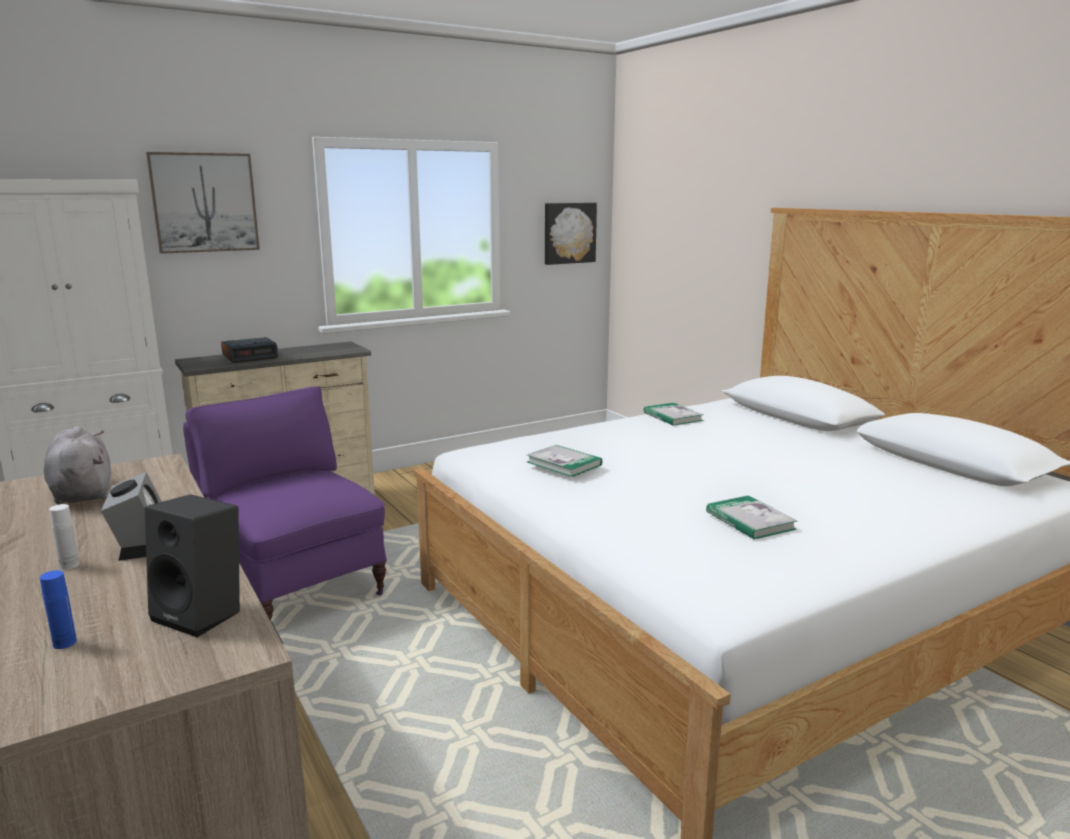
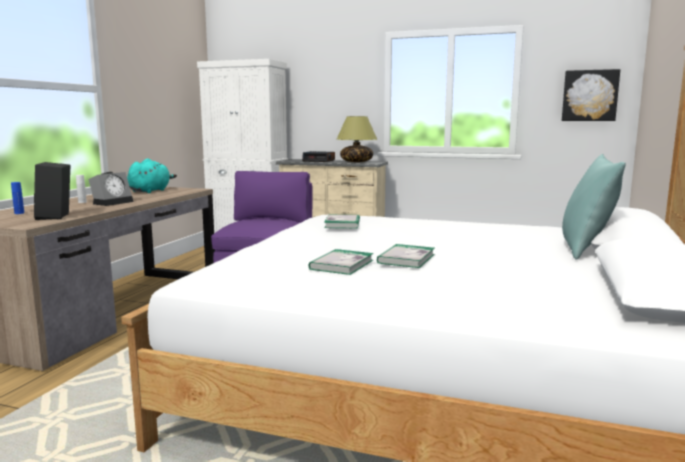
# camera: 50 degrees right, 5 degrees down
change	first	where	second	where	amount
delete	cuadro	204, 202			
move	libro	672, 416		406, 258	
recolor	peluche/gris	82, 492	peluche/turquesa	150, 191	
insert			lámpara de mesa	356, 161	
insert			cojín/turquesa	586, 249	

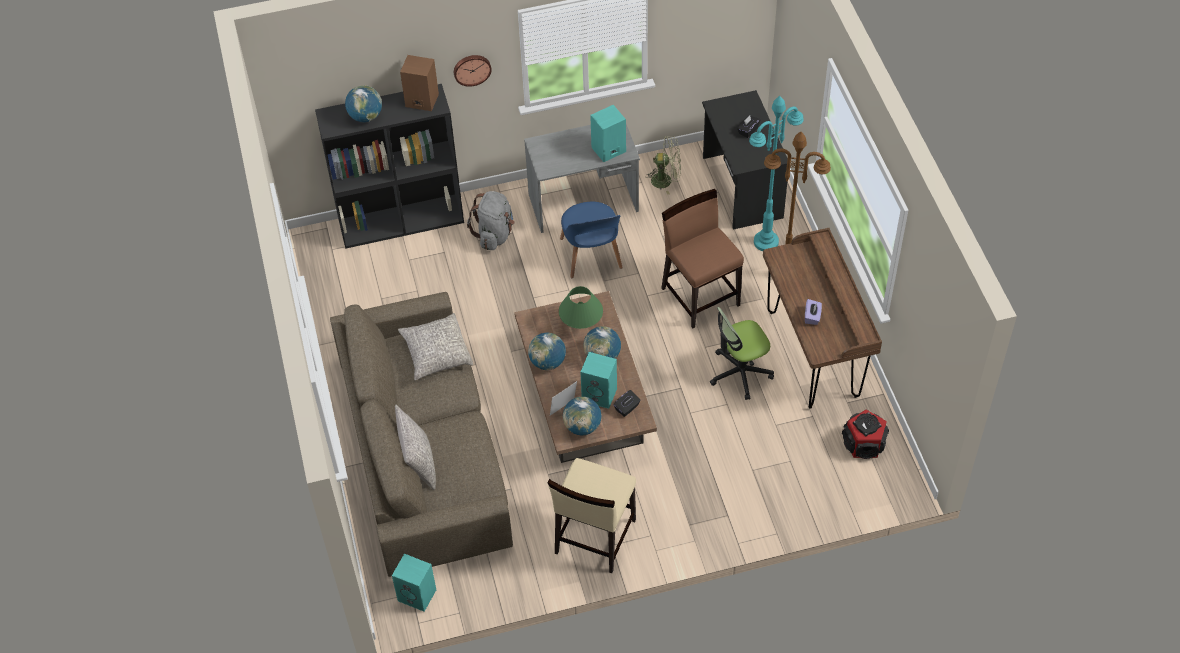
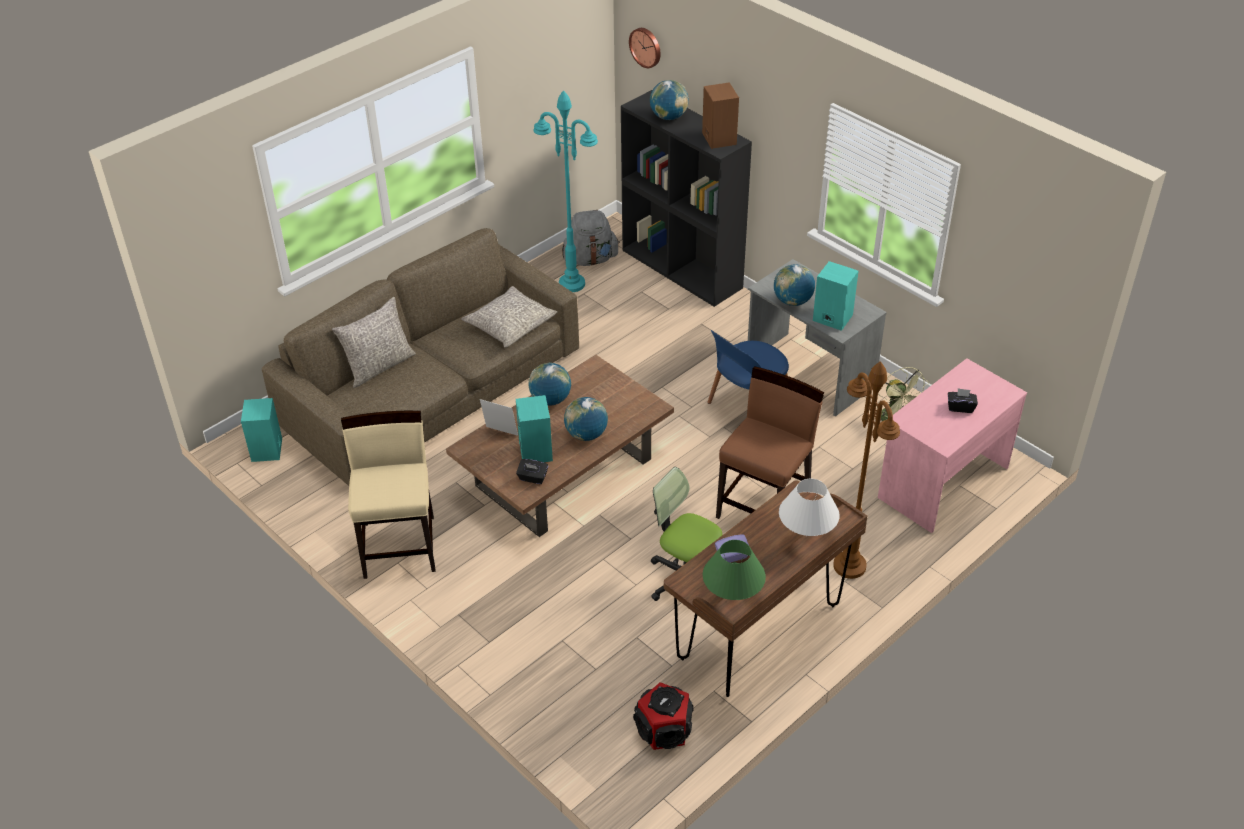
# camera: 60 degrees right, 10 degrees down
change	first	where	second	where	amount
move	reloj de pared	472, 69		646, 47	
recolor	escritorio/negro	741, 188	escritorio/rosa	941, 482	
move	lámpara de pie/turquesa	765, 242		571, 284	
move	mochila/gris	495, 234		590, 259	
move	lámpara de mesa/verde	581, 325		732, 597	
move	globo terráqueo	582, 426		792, 301	
rotate	silla/beis	594, 537		400, 546	90 degrees clockwise
insert			lámpara de mesa/blanco	806, 535	

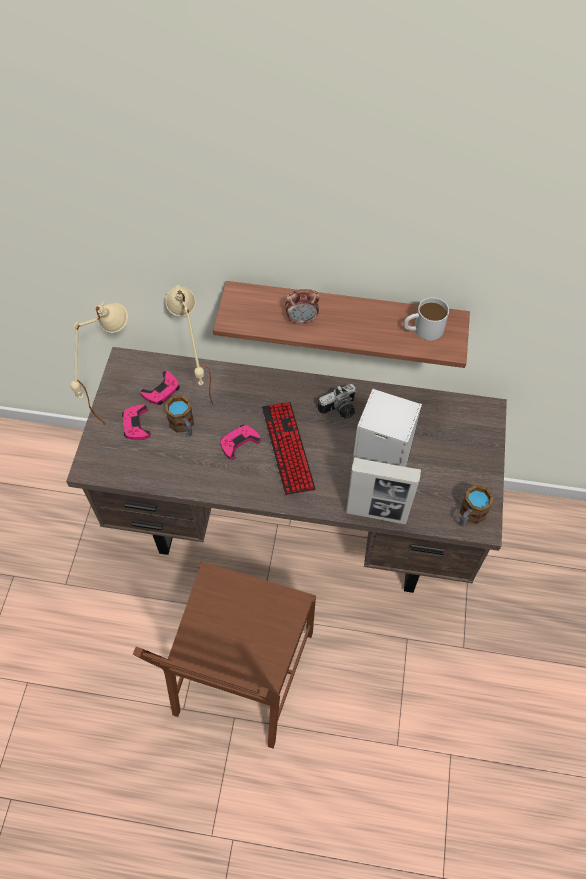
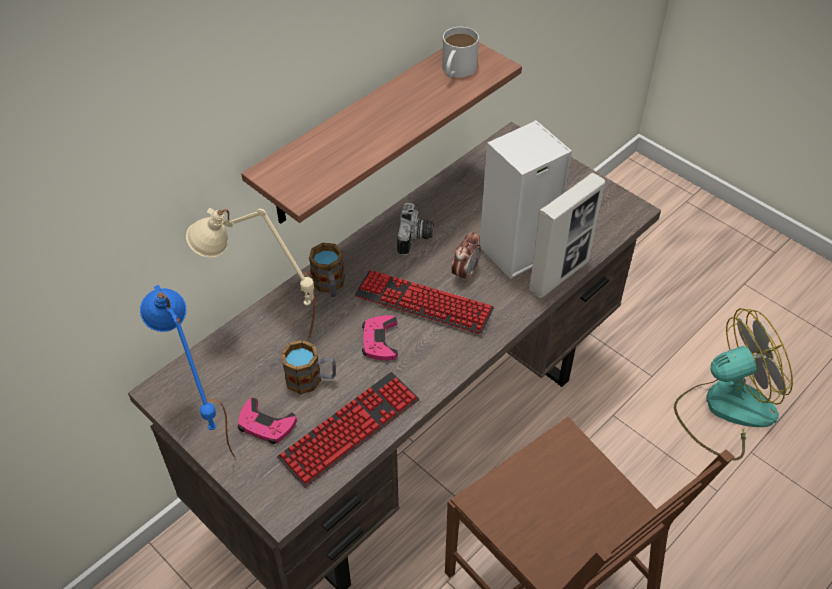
# camera: 55 degrees left, 10 degrees down
change	first	where	second	where	amount
move	despertador	302, 319		465, 273	
recolor	lámpara de mesa/beis	113, 397	lámpara de mesa/azul	204, 428	
delete	mando de consola/rosa	162, 391			
move	taza grande	469, 515		329, 285	
insert			ventilador	724, 409	
insert			teclado	350, 429	

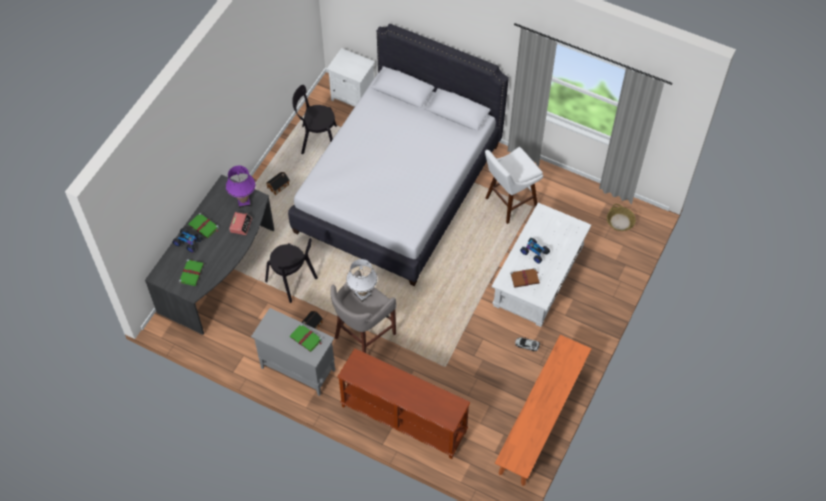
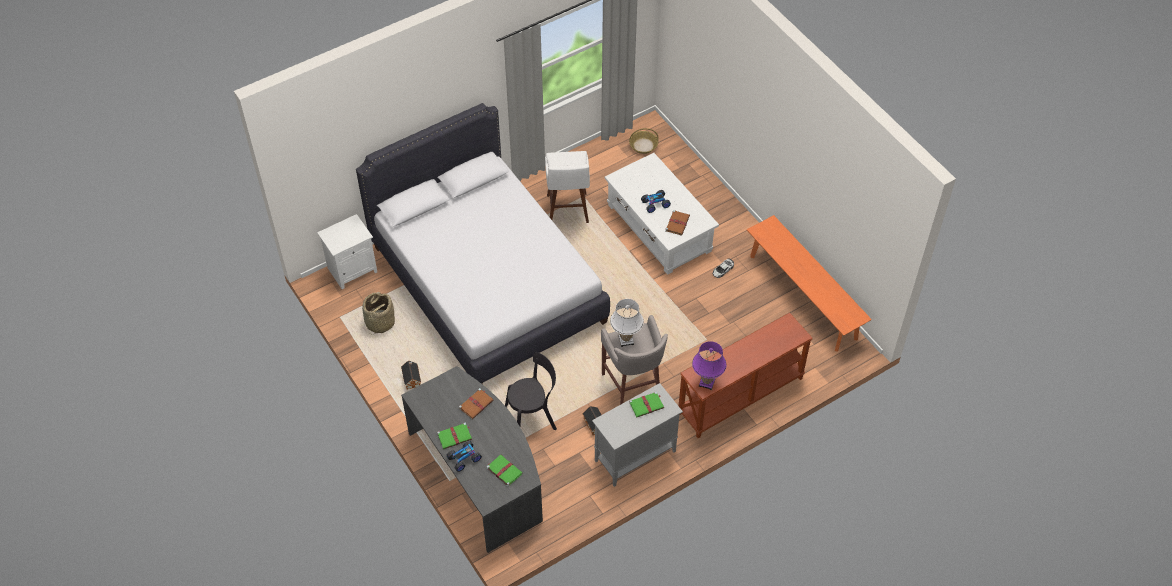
# camera: 60 degrees left, 5 degrees down
change	first	where	second	where	amount
replace	silla/negro	316, 139	cesta	380, 322	
move	lámpara de mesa/morado	244, 202		707, 383	
replace	despertador	241, 225	libro/marrón	476, 404	

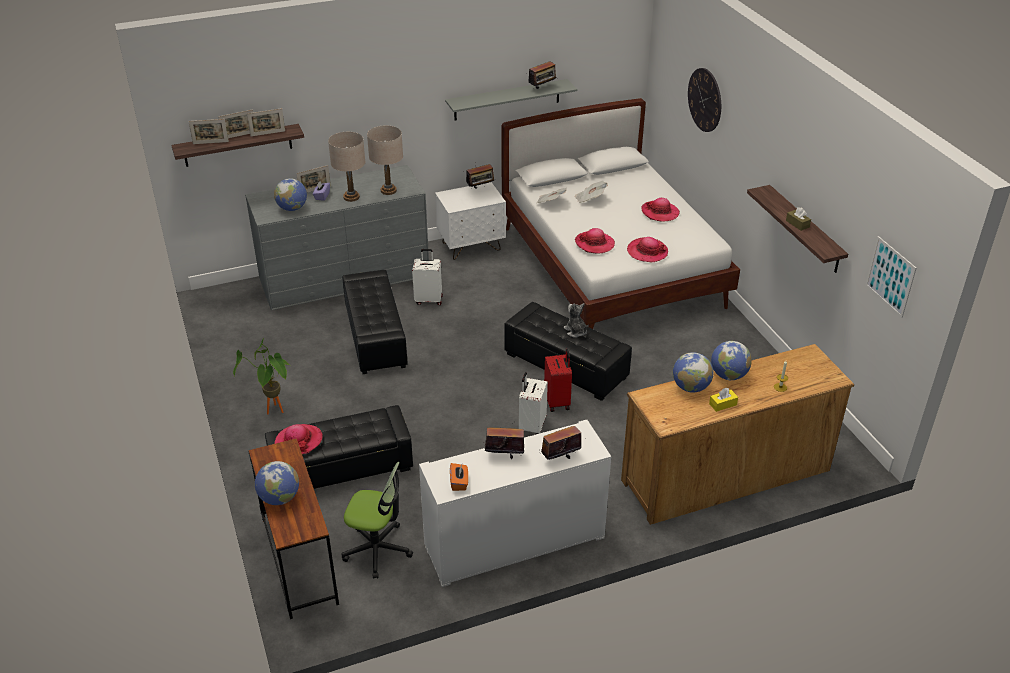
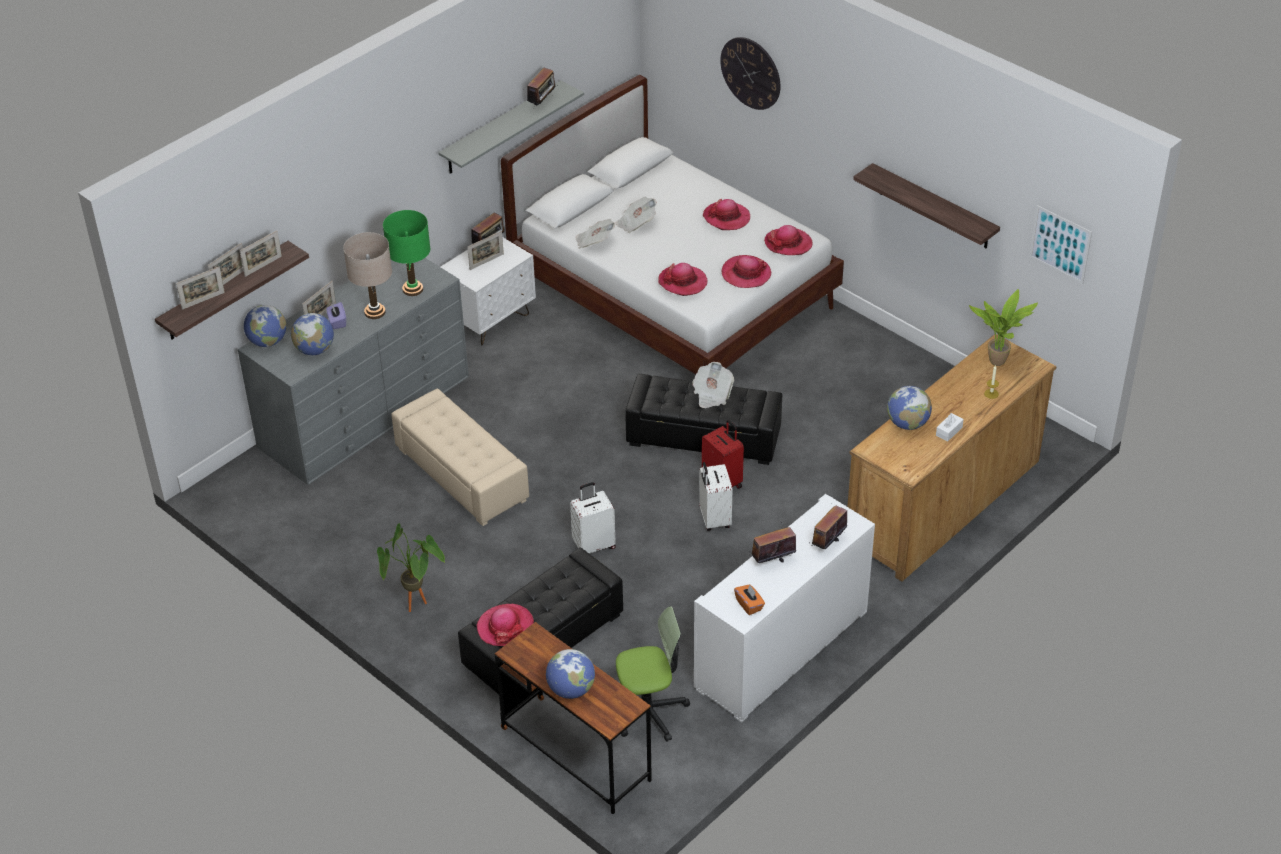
# camera: 25 degrees left, 5 degrees up
change	first	where	second	where	amount
recolor	lámpara de mesa/beis	388, 191	lámpara de mesa/verde	413, 289	
delete	caja de pañuelos/marrón	797, 224			
move	maleta/blanco	429, 299		594, 545	
recolor	puf/negro	376, 336	puf/beis	462, 474	
replace	peluche	576, 331	periódico	712, 394	
move	globo terráqueo	728, 375		267, 342	
recolor	caja de pañuelos/amarillo	722, 404	caja de pañuelos/blanco	949, 431	
insert			sombrero	788, 244	
insert			portarretratos	486, 262	
insert			planta en maceta	998, 363	

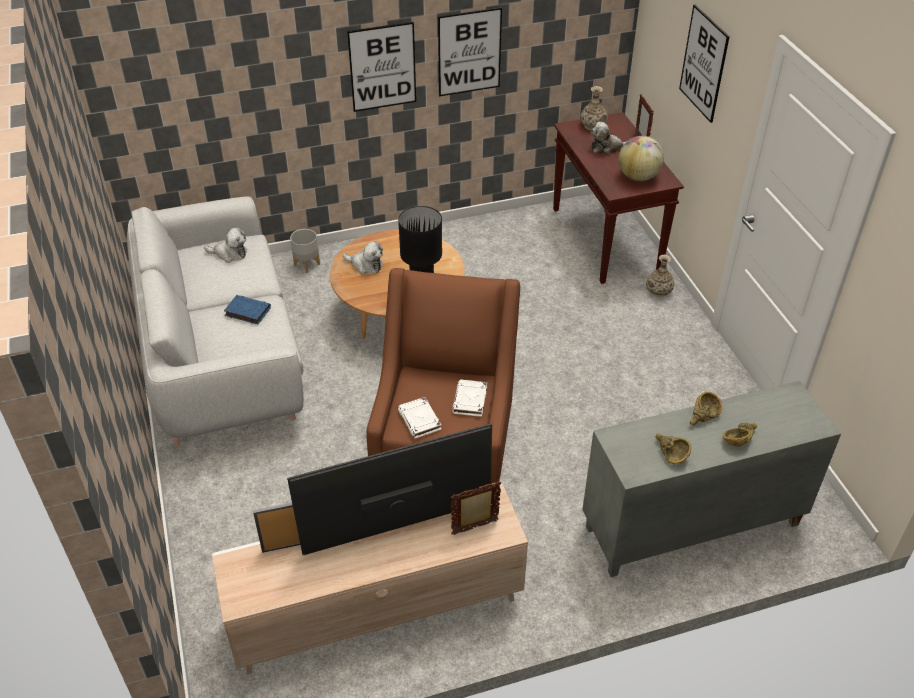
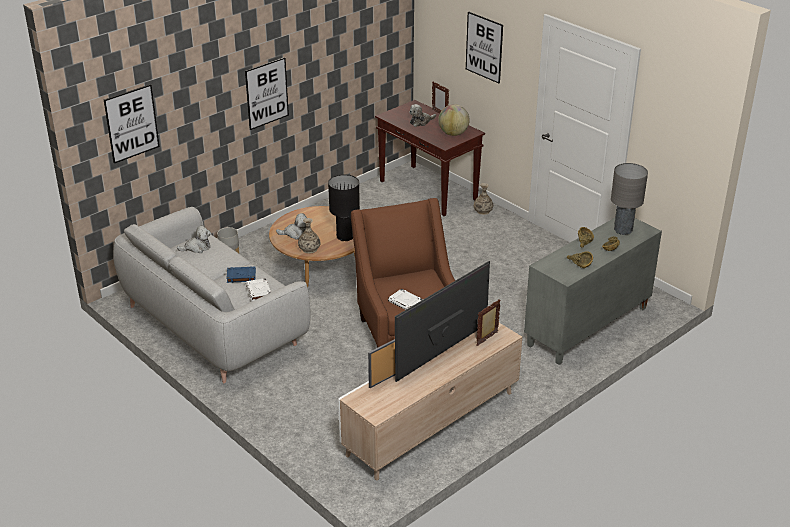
# camera: 25 degrees left, 10 degrees down
change	first	where	second	where	amount
move	cuadro	469, 52		131, 123	
move	florero	593, 125		309, 249	
move	libro/blanco	470, 401		259, 292	
insert			lámpara de mesa/gris	623, 230	

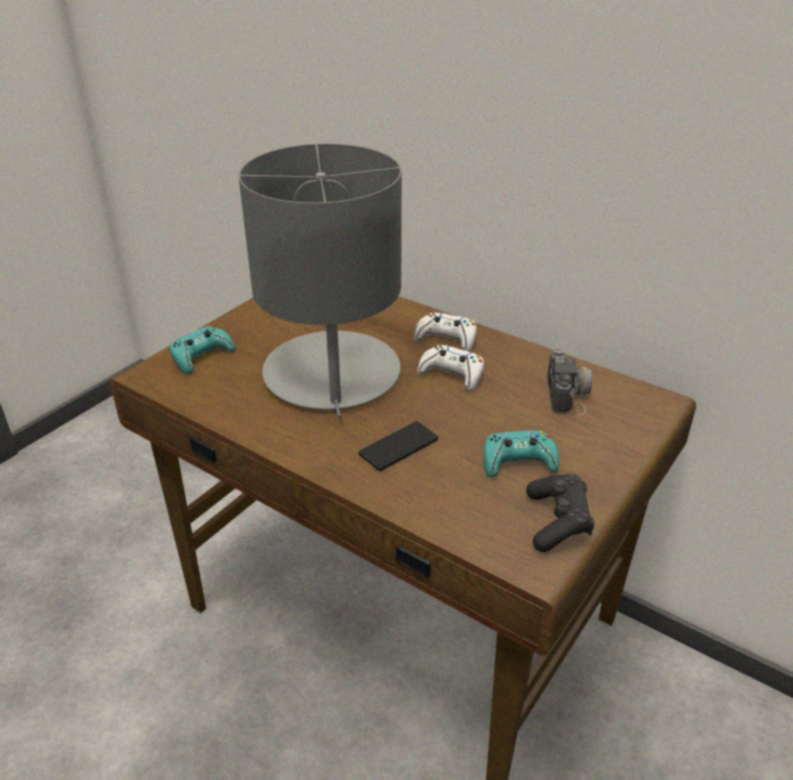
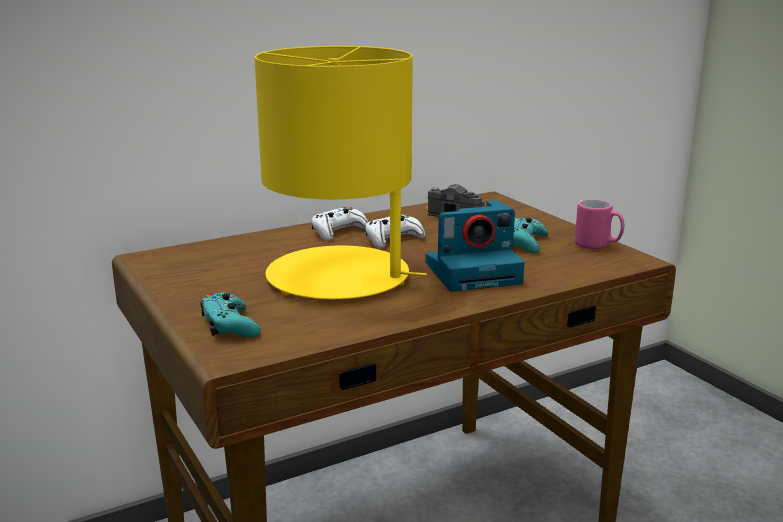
# camera: 65 degrees left, 15 degrees down
change	first	where	second	where	amount
recolor	lámpara de mesa/gris	332, 374	lámpara de mesa/amarillo	340, 276	
replace	móvil	398, 446	cámara	474, 272	
replace	mando de consola/negro	557, 522	taza grande/rosa	598, 246	

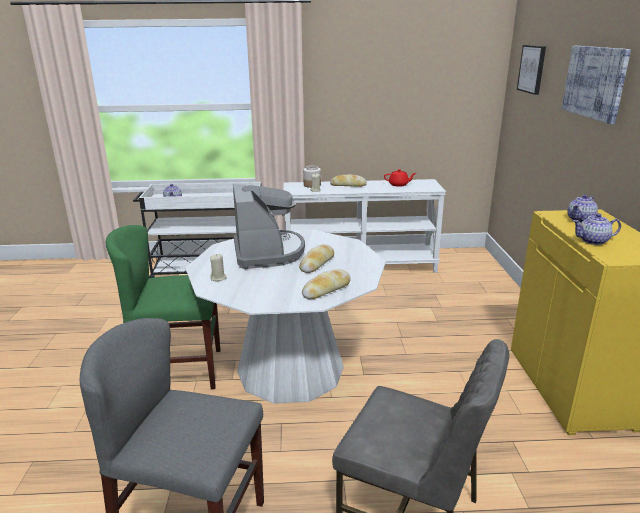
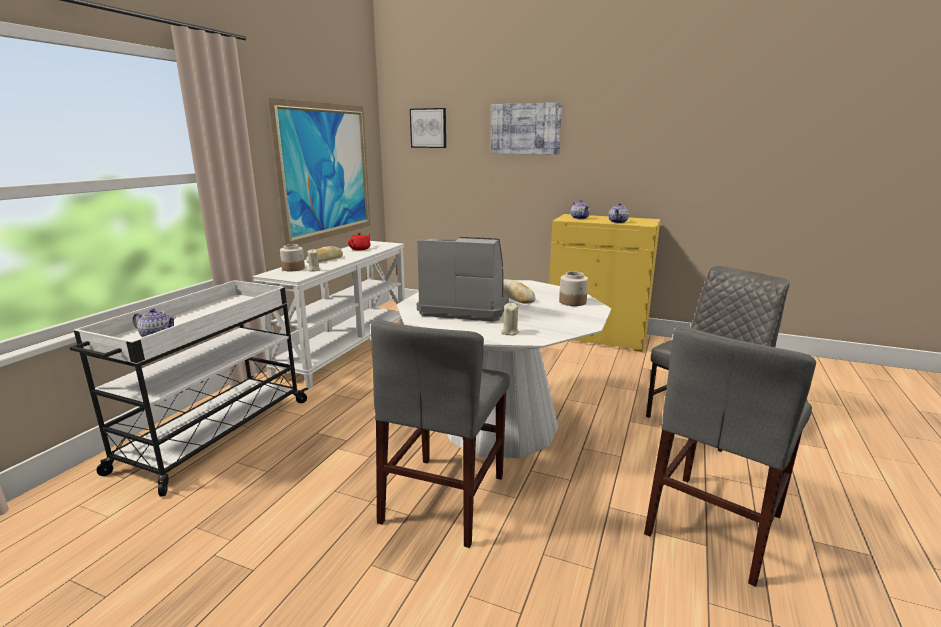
# camera: 65 degrees left, 5 degrees down
change	first	where	second	where	amount
recolor	silla/verde	178, 371	silla/gris	444, 498	
replace	pan	326, 289	tarro	573, 302	
insert			cuadro	326, 171	

